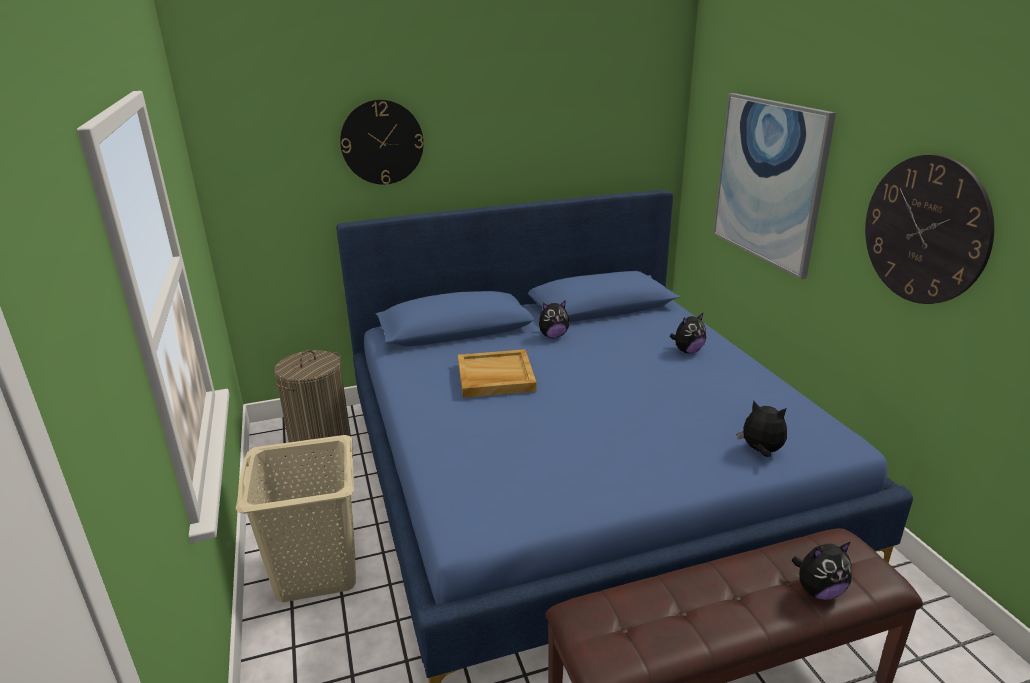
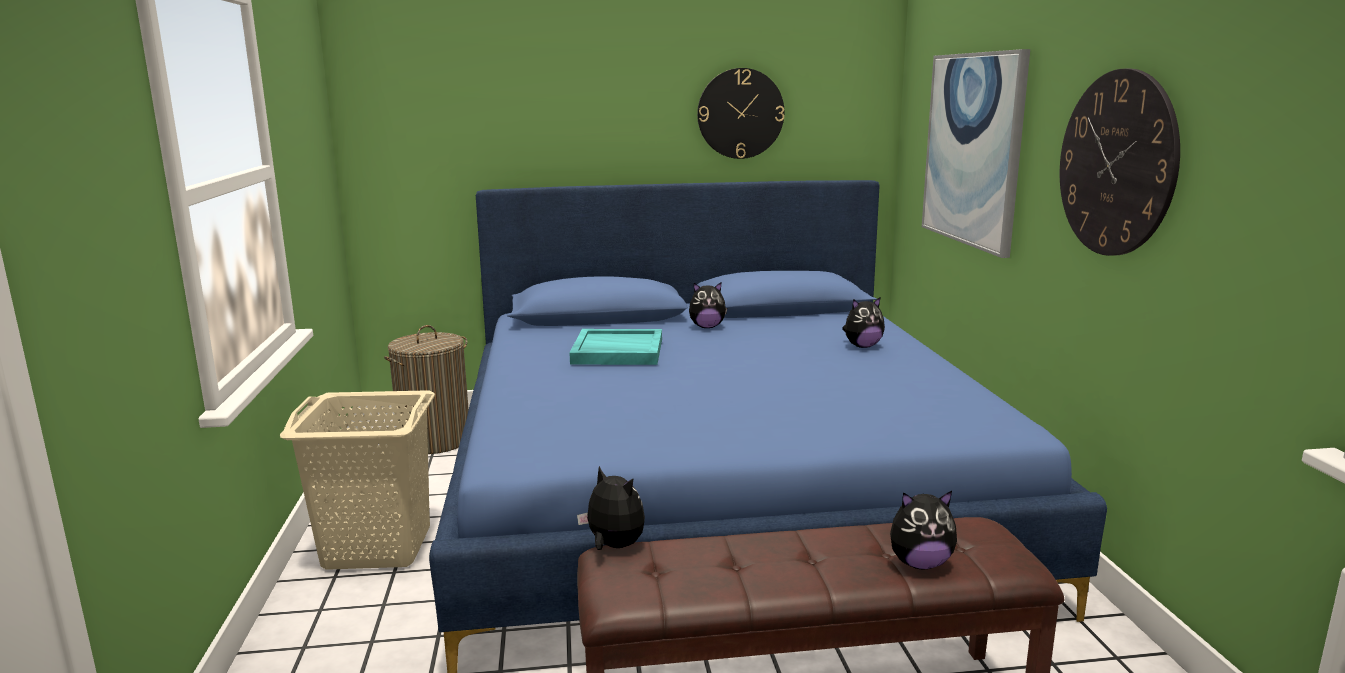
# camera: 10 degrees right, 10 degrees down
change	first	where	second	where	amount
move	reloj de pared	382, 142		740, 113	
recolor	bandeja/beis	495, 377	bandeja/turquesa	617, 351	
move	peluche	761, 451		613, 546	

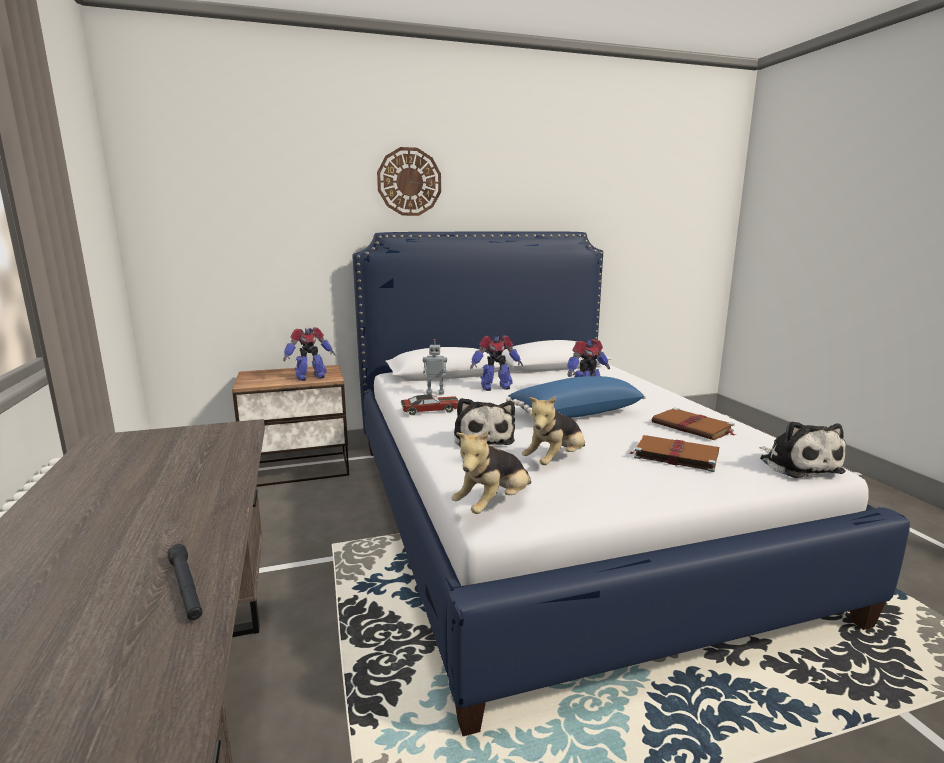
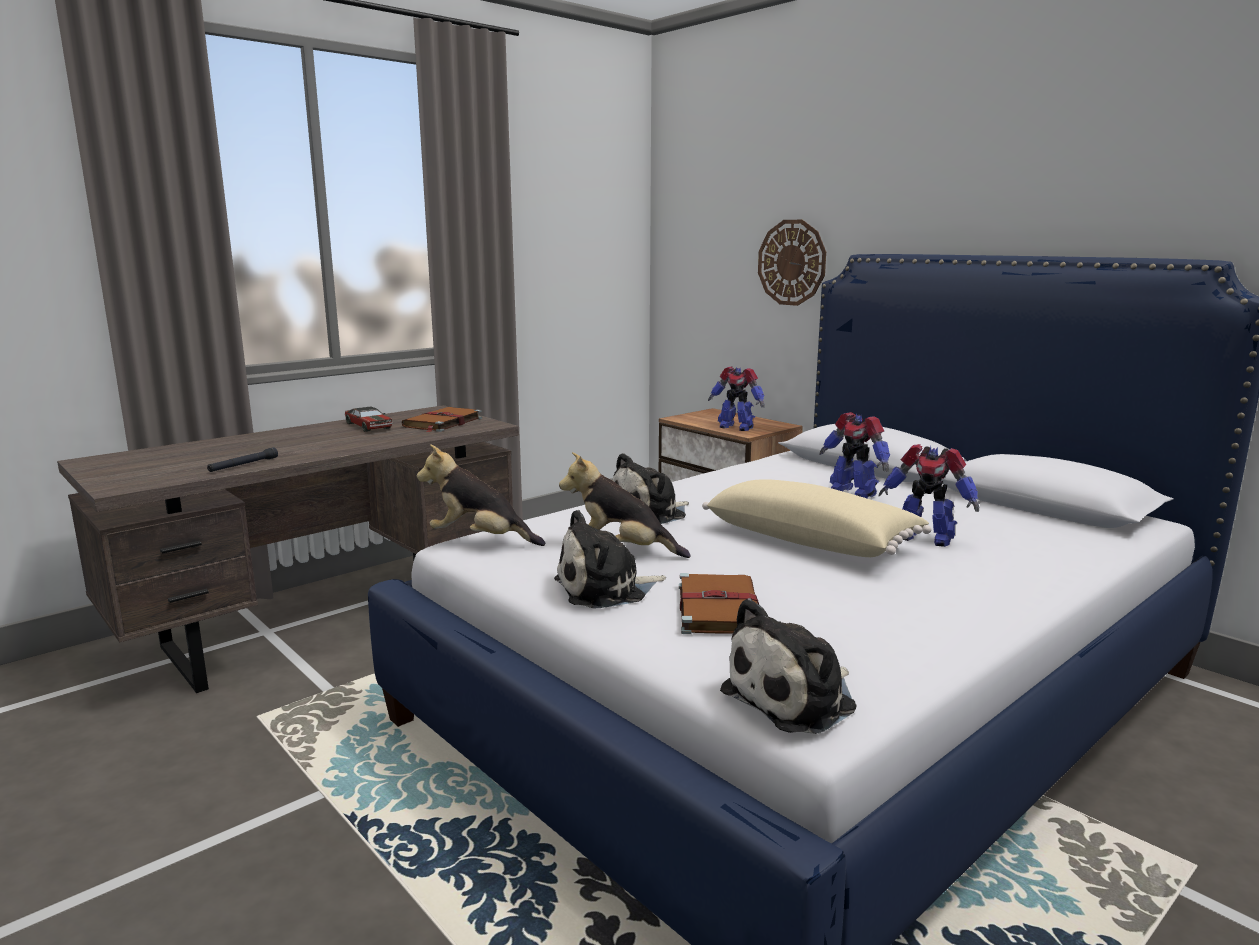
# camera: 65 degrees right, 0 degrees up
change	first	where	second	where	amount
move	reloj de pared	409, 182		792, 262	
delete	robot de juguete	435, 392			
recolor	cojín/azul	574, 413	cojín/beis	811, 541	
move	coche de juguete	430, 410		368, 426	
move	libro/marrón	693, 427		442, 423	
insert			peluche	606, 589	

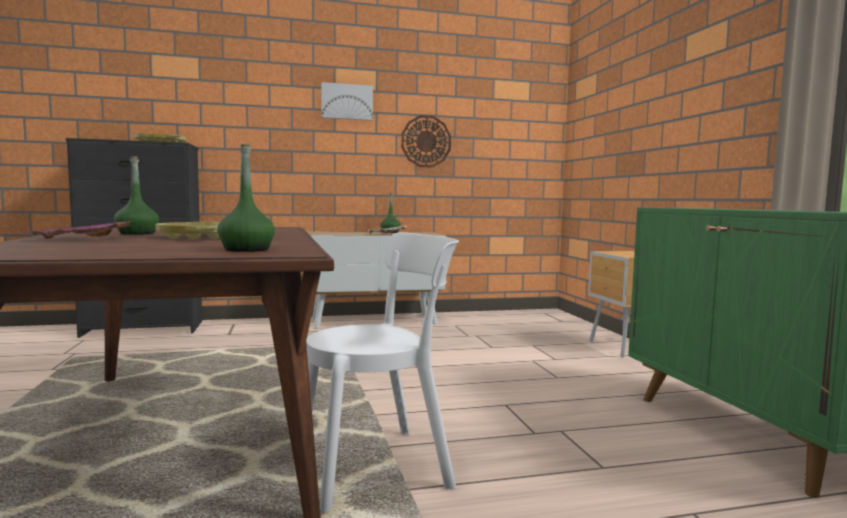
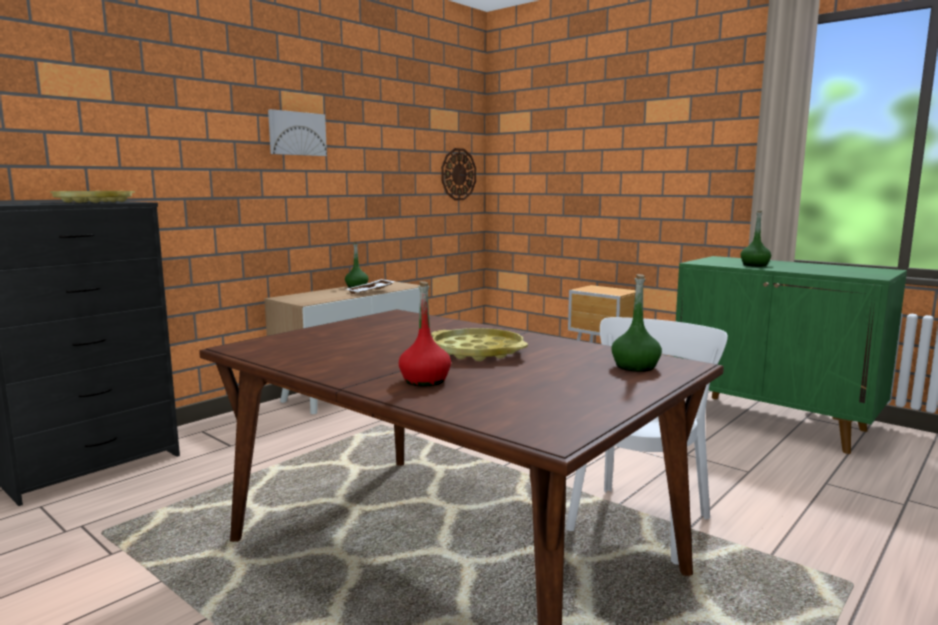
# camera: 35 degrees left, 5 degrees up
change	first	where	second	where	amount
move	reloj de pared	426, 141		458, 174	
move	botella/verde	137, 233		754, 265	
replace	bandeja/rosa	83, 239	botella/rojo	425, 381	

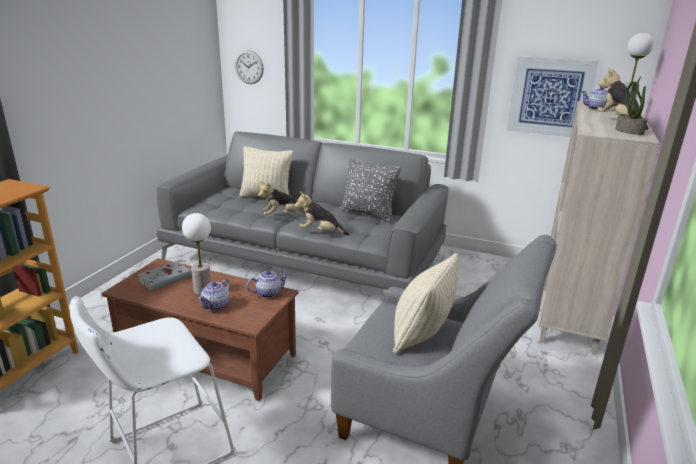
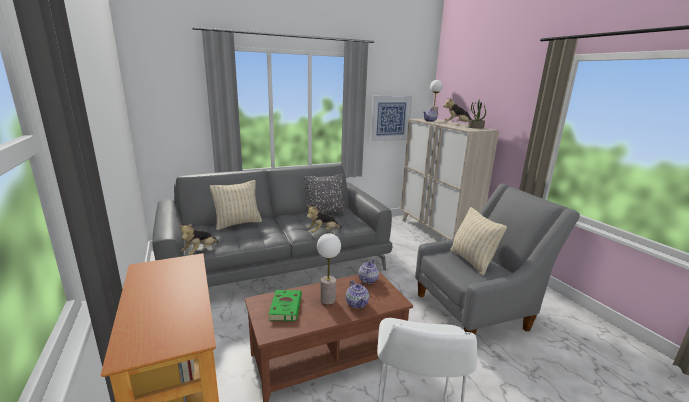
# camera: 45 degrees left, 5 degrees down
change	first	where	second	where	amount
delete	reloj de pared	249, 67			
move	peluche	282, 216		200, 251	
recolor	libro/gris	166, 278	libro/verde	285, 306	

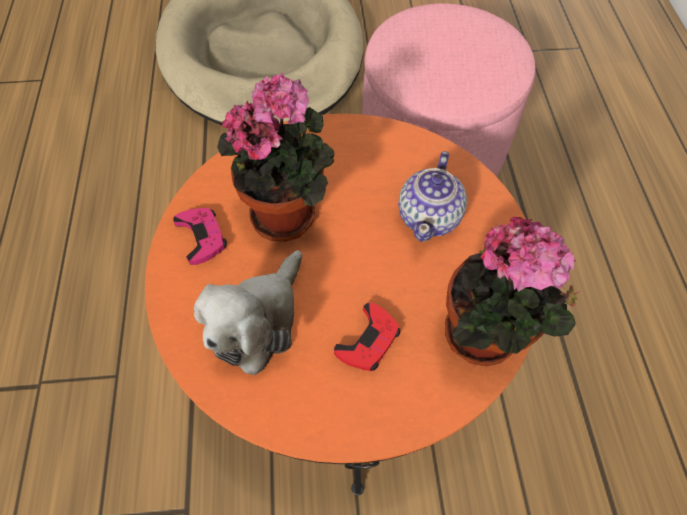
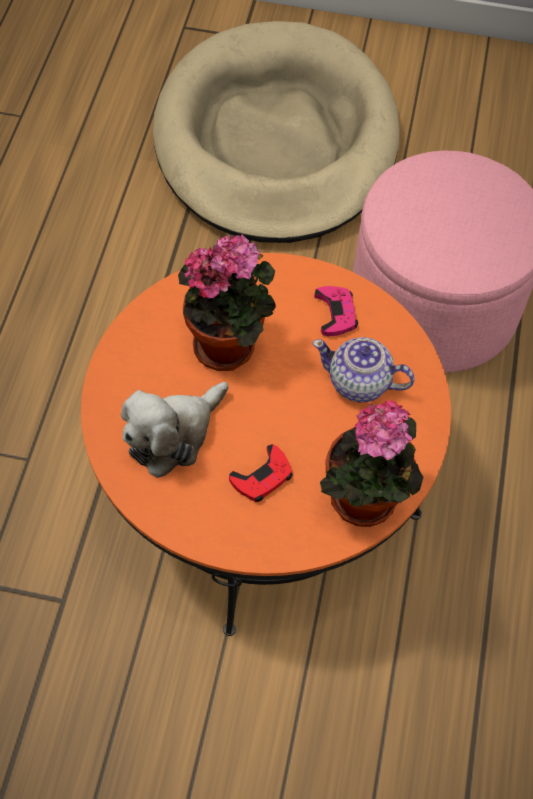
# camera: 15 degrees right, 0 degrees up
change	first	where	second	where	amount
rotate	tetera	430, 216		360, 383	75 degrees clockwise
move	mando de consola/rosa	202, 237		336, 313	

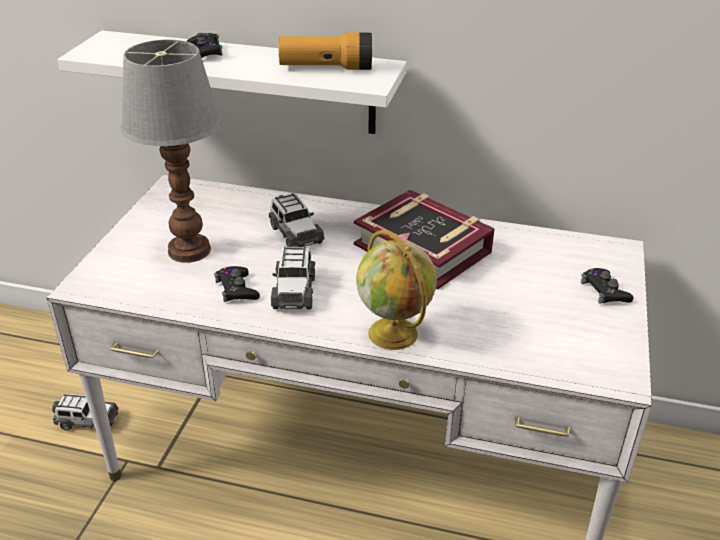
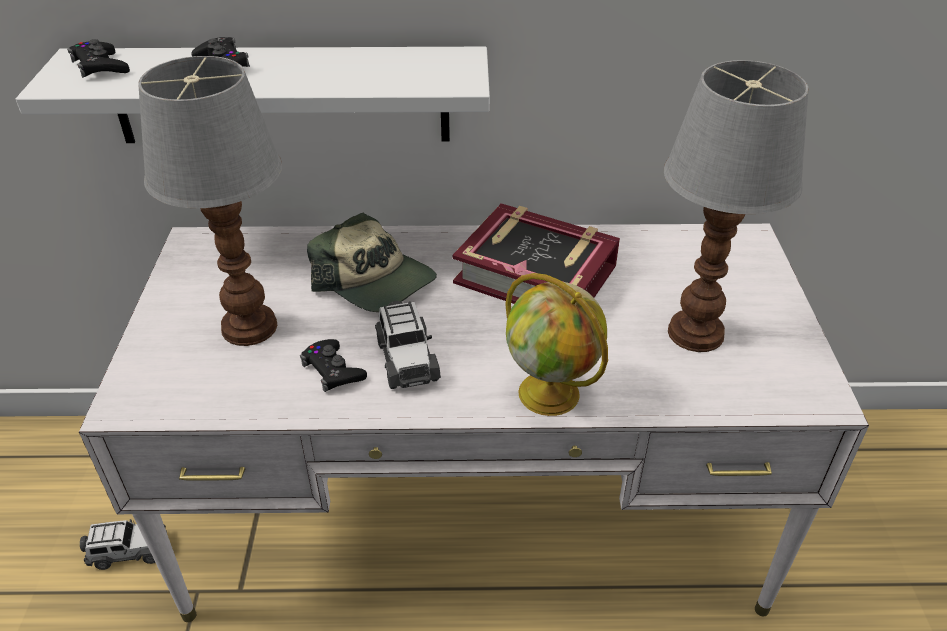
# camera: 15 degrees left, 5 degrees up
change	first	where	second	where	amount
delete	linterna	326, 68			
replace	coche de juguete	295, 234	gorra	375, 281	
move	mando de consola/negro	604, 291		100, 67	
insert			lámpara de mesa	695, 331	

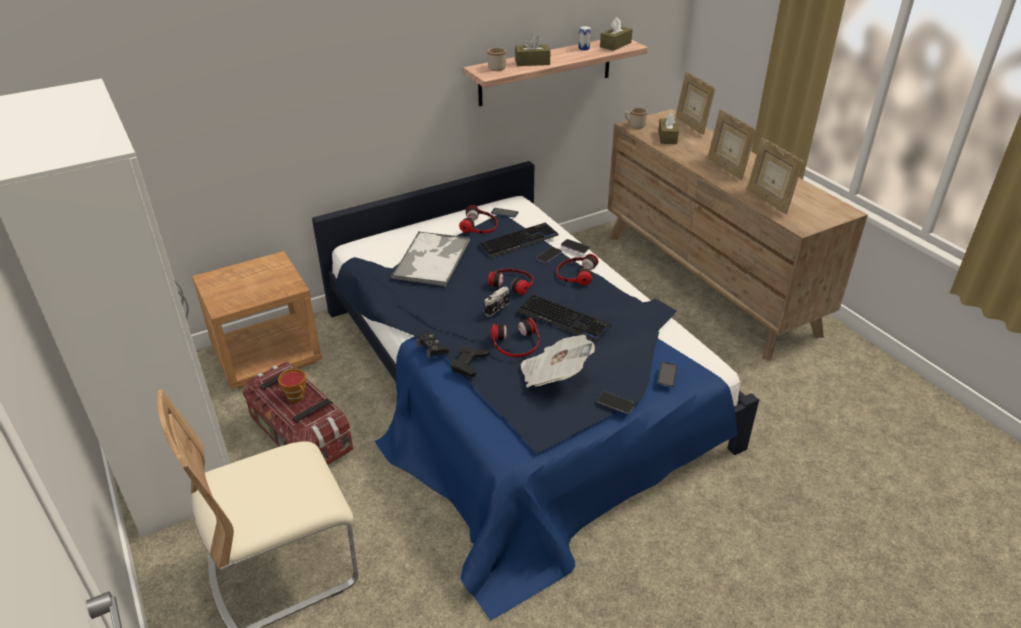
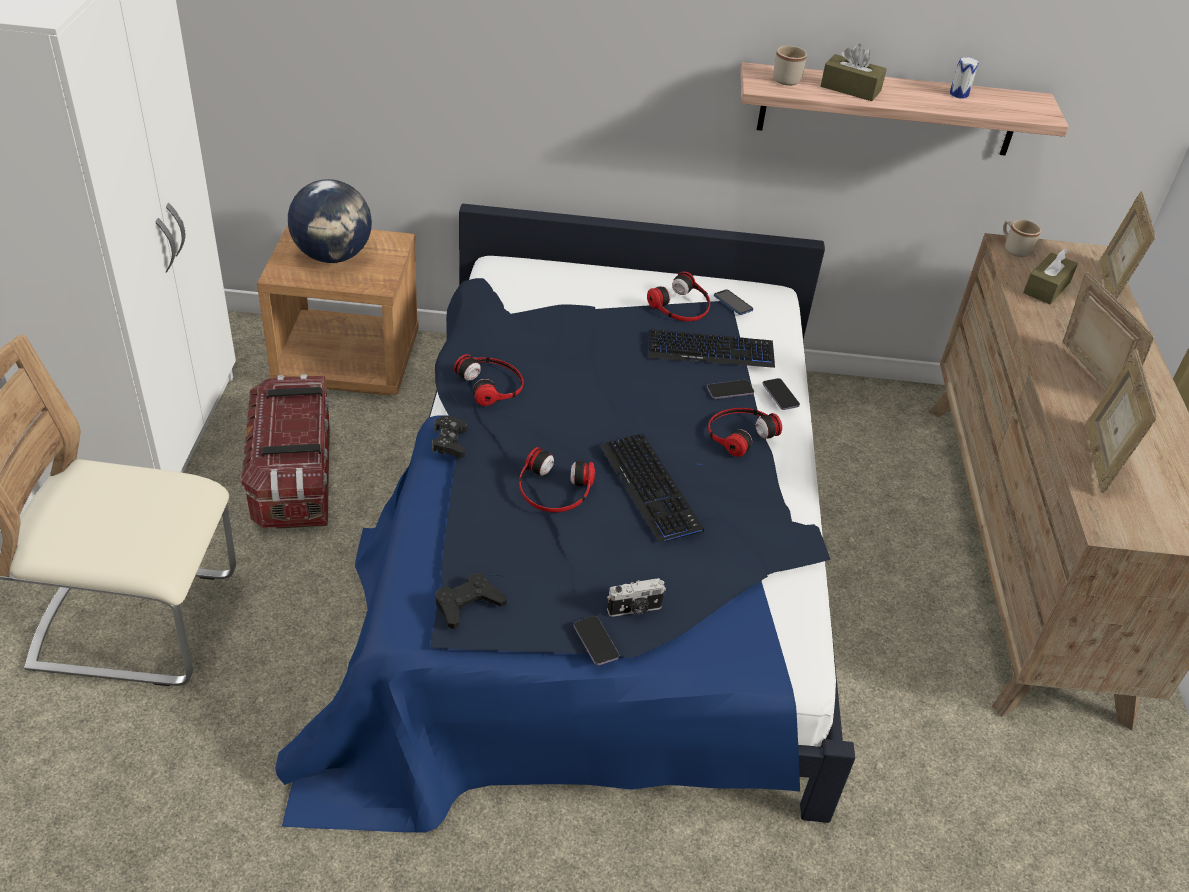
# camera: 30 degrees right, 5 degrees up
change	first	where	second	where	amount
delete	caja de pañuelos/marrón	615, 45			
rotate	portarretratos	726, 168		1089, 377	150 degrees clockwise
delete	bandeja	432, 259			
move	auriculares	512, 283		492, 384	
move	cámara	498, 309		635, 609	
delete	periódico	554, 375			
move	mando de consola/negro	469, 364		468, 604	
delete	móvil	667, 375			
delete	taza	297, 397			
insert			globo terráqueo	333, 256	

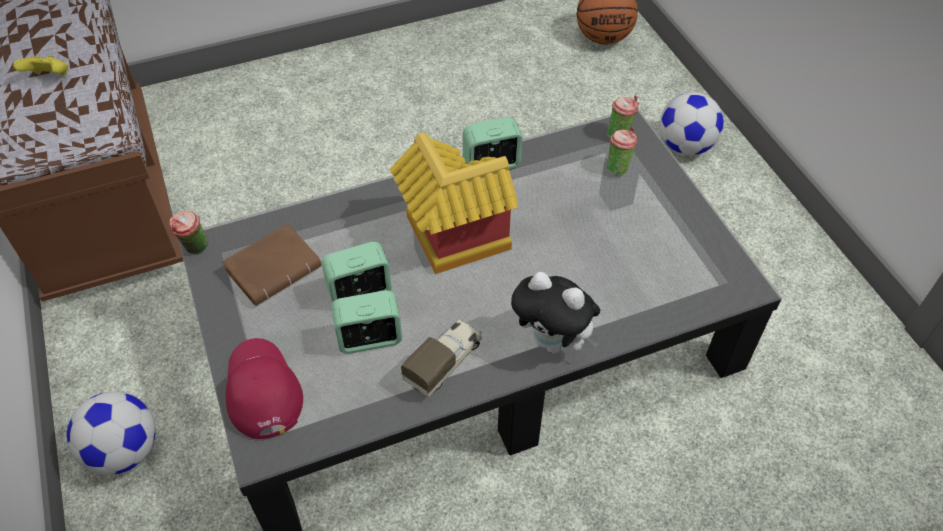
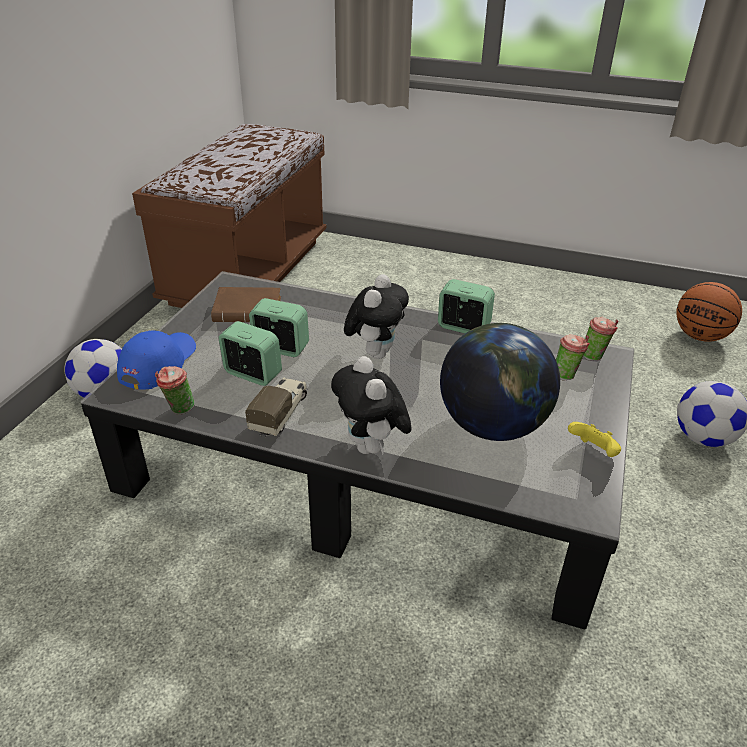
# camera: 40 degrees right, 15 degrees down
change	first	where	second	where	amount
move	mando de consola/amarillo	49, 78		593, 452	
replace	casita	449, 241	peluche	375, 352	
move	taza	195, 250		178, 410	
rotate	camión de juguete	444, 362		280, 413	60 degrees counterclockwise
recolor	gorra/rojo	261, 390	gorra/azul	158, 363	
insert			globo terráqueo	492, 425	

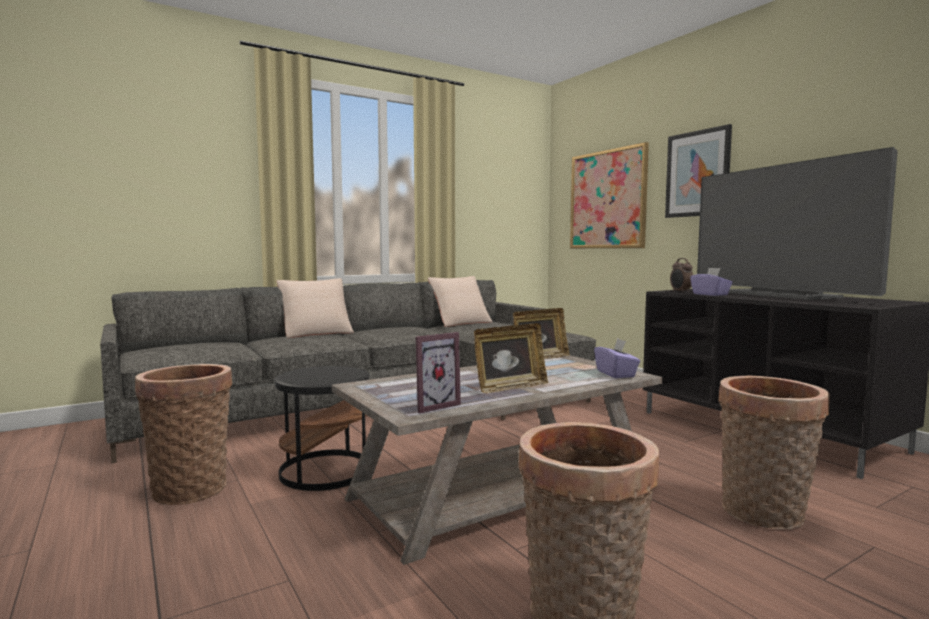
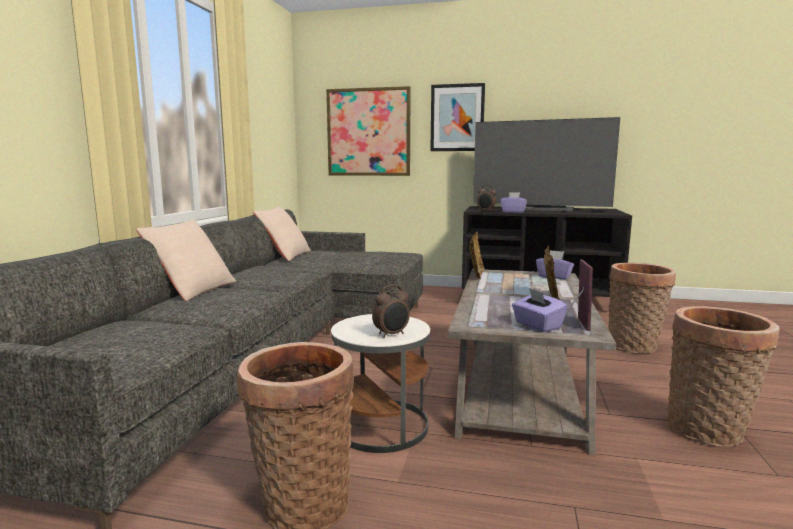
# camera: 45 degrees left, 5 degrees up
change	first	where	second	where	amount
recolor	mesa auxiliar/negro	326, 471	mesa auxiliar/blanco	381, 426	
insert			despertador	391, 334	
insert			caja de pañuelos/morado	537, 325	

